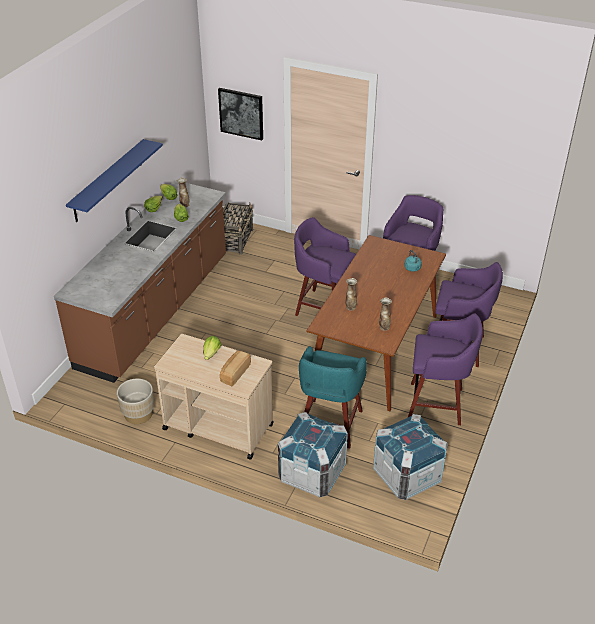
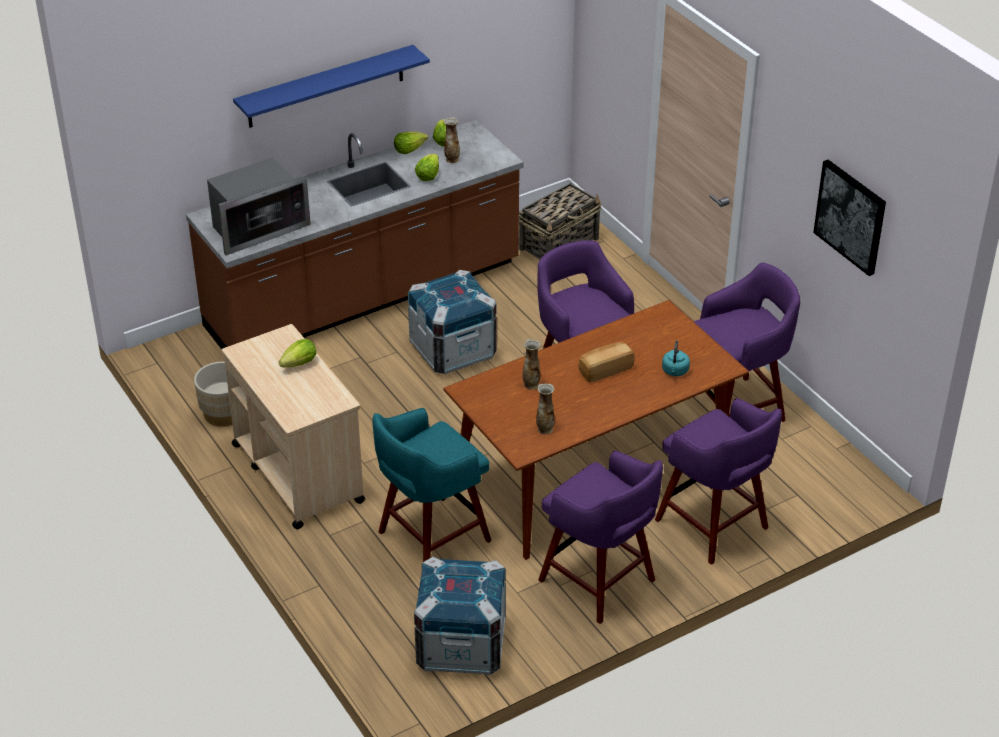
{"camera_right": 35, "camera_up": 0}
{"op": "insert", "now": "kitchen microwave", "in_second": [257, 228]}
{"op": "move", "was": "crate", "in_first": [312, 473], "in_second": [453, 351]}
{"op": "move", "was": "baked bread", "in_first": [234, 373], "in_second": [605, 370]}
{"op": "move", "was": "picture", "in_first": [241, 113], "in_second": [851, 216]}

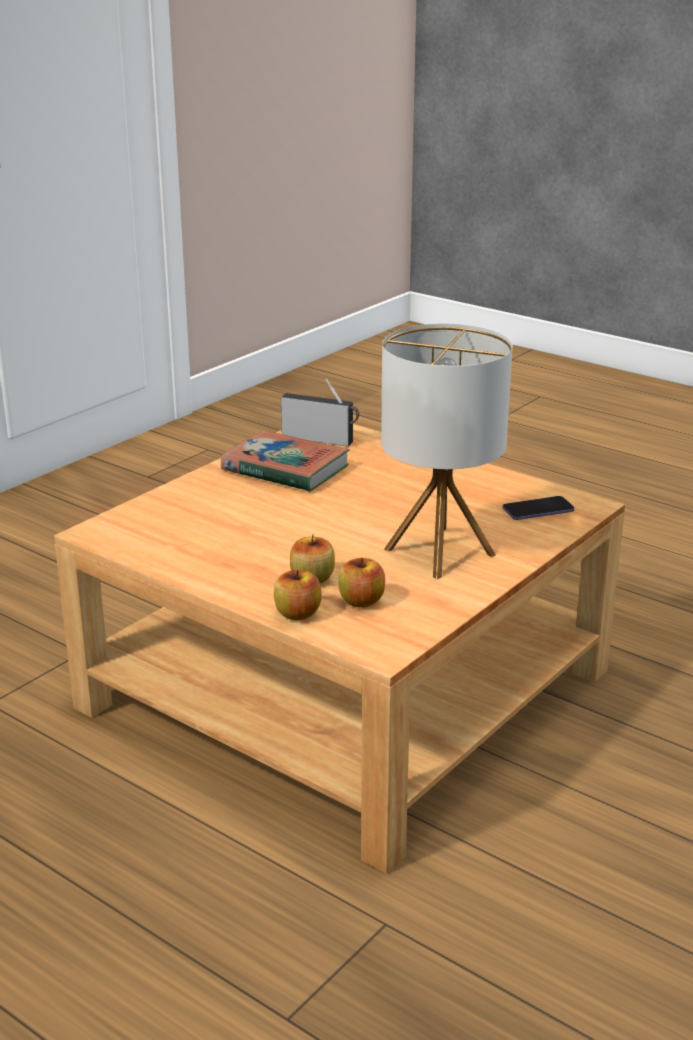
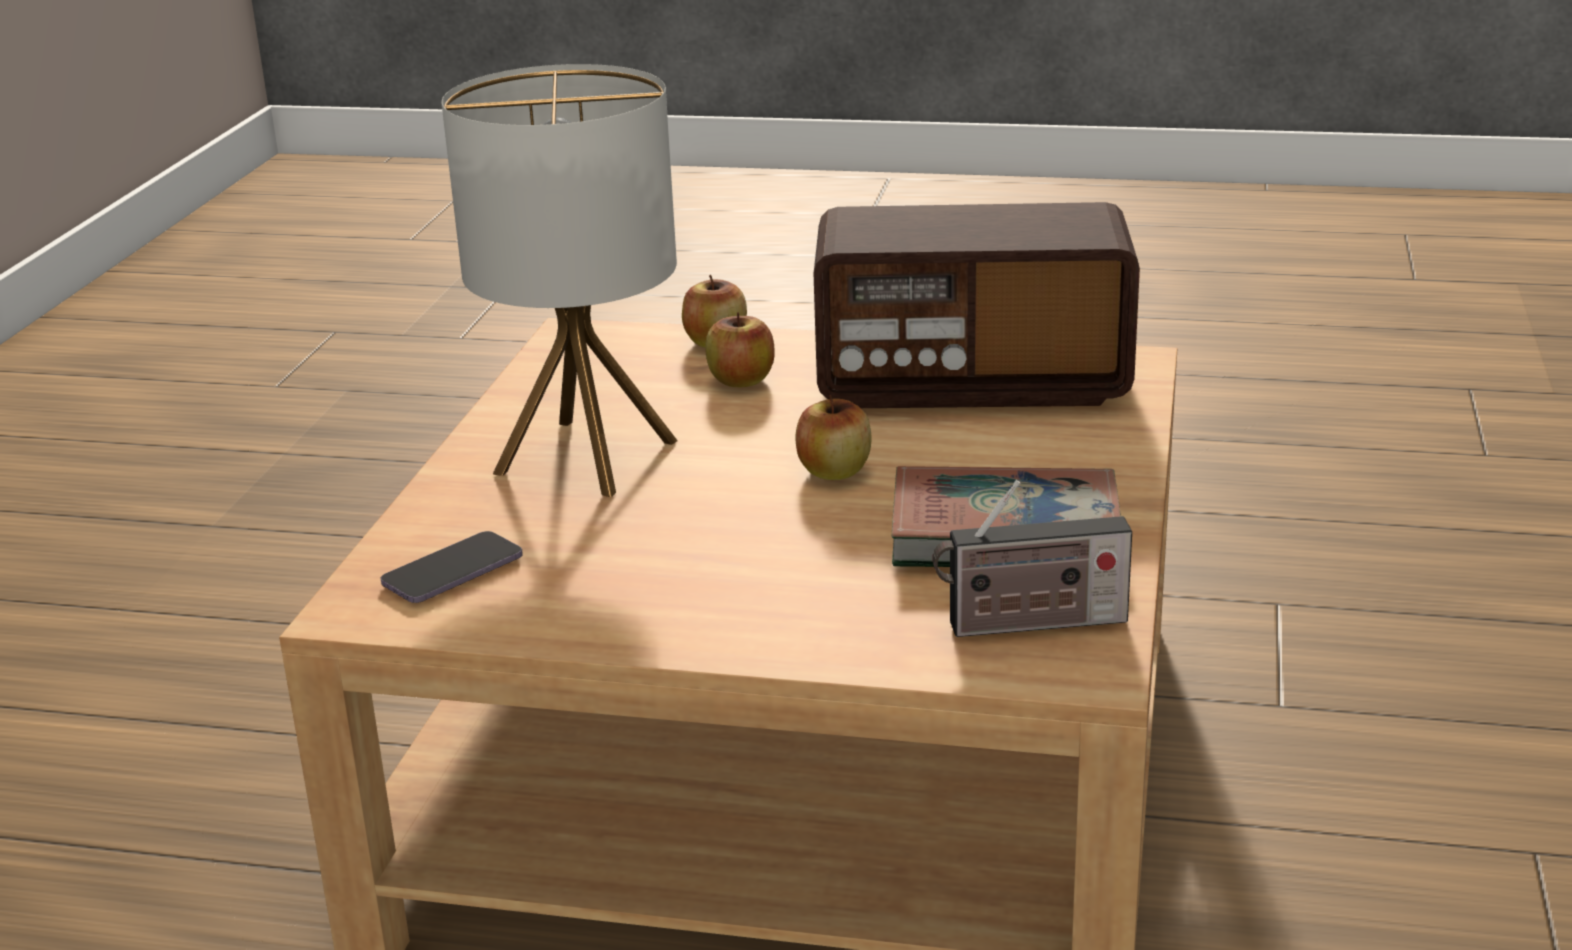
{"camera_right": 155, "camera_up": 0}
{"op": "move", "was": "apple", "in_first": [361, 601], "in_second": [834, 471]}
{"op": "insert", "now": "radio", "in_second": [972, 383]}

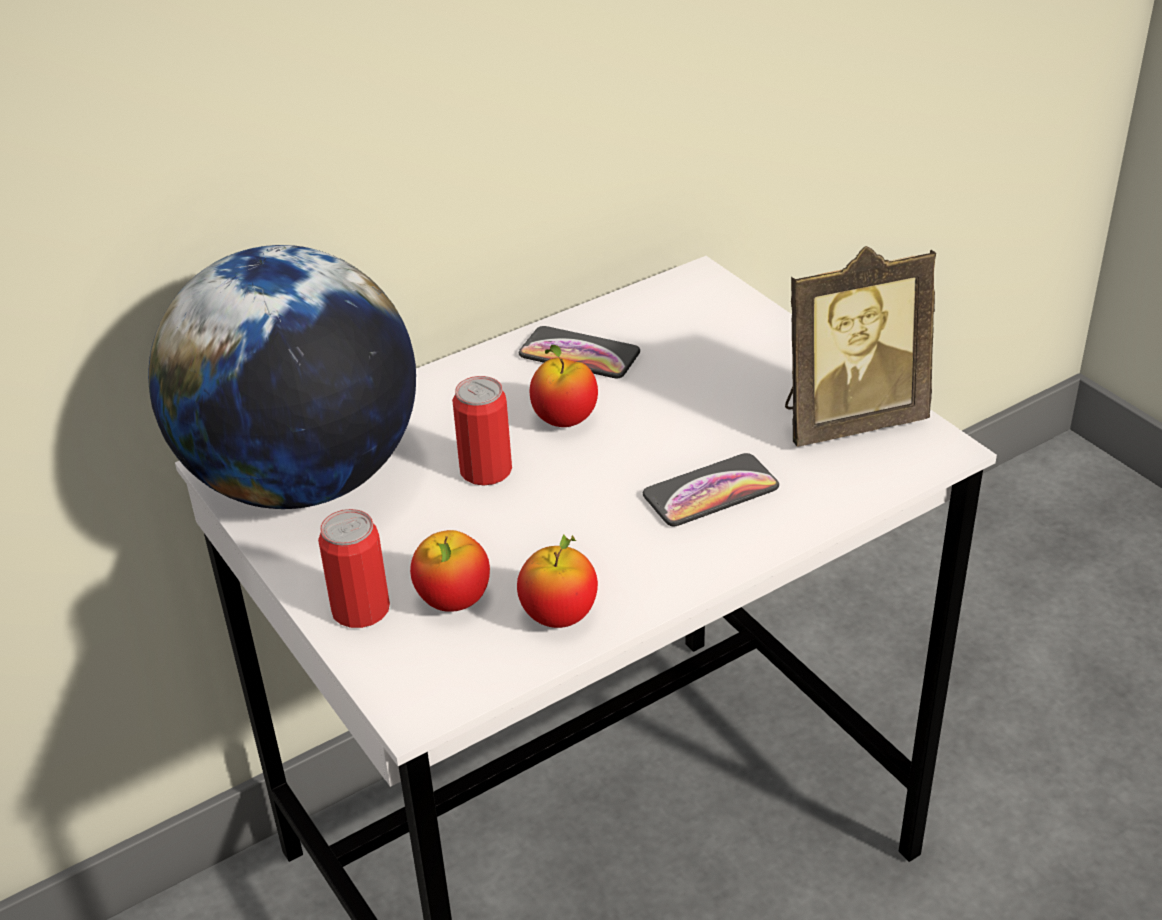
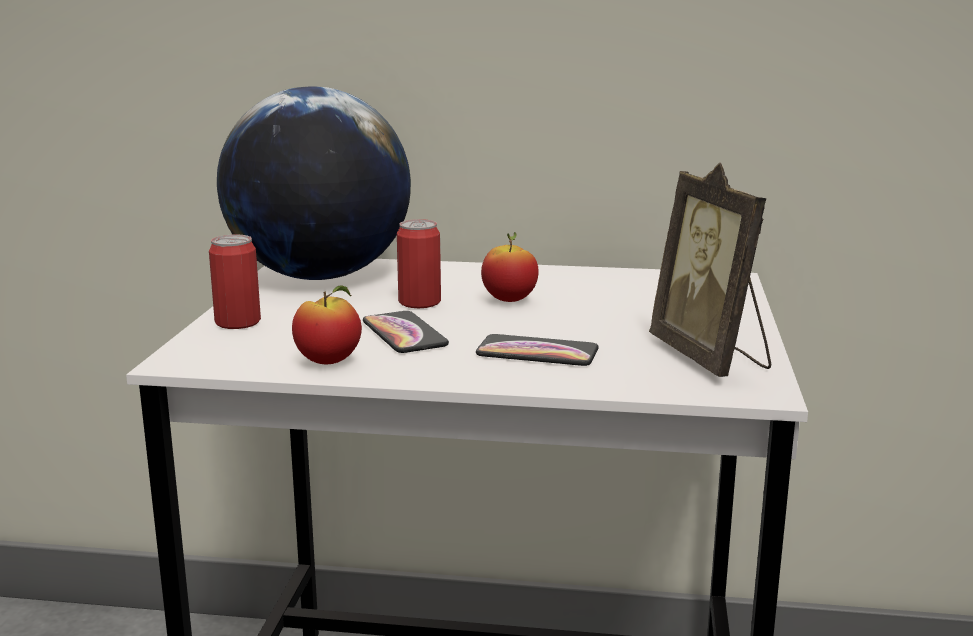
{"camera_right": 40, "camera_up": -20}
{"op": "move", "was": "handset", "in_first": [579, 354], "in_second": [404, 334]}
{"op": "rotate", "was": "standing frame", "in_first": [848, 419], "in_second": [711, 358], "clockwise": 45}
{"op": "delete", "was": "apple", "in_first": [453, 601]}

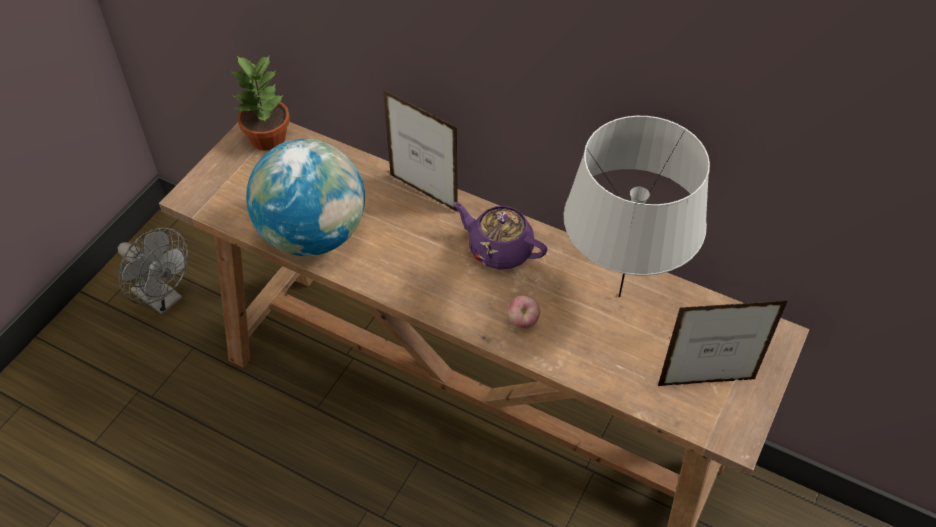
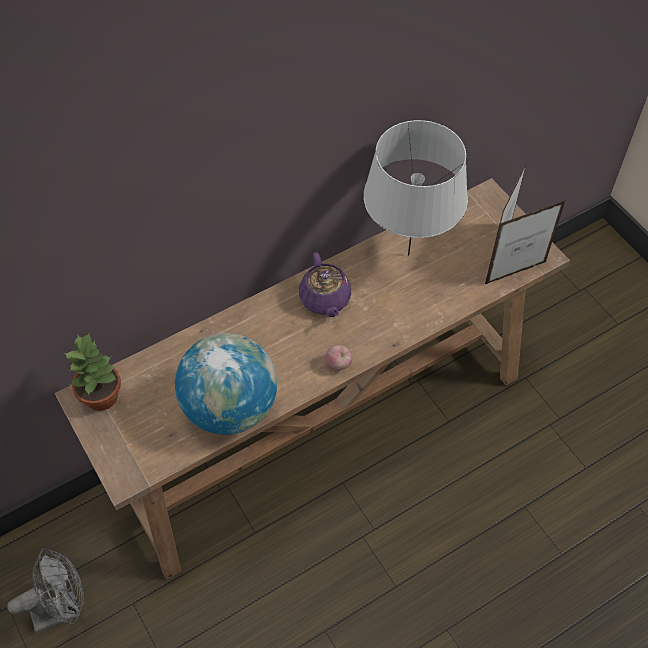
{"camera_right": -60, "camera_up": 5}
{"op": "rotate", "was": "purple teapot", "in_first": [499, 249], "in_second": [325, 299], "clockwise": -75}
{"op": "move", "was": "apple", "in_first": [522, 322], "in_second": [338, 364]}
{"op": "move", "was": "standing frame", "in_first": [423, 193], "in_second": [515, 273]}

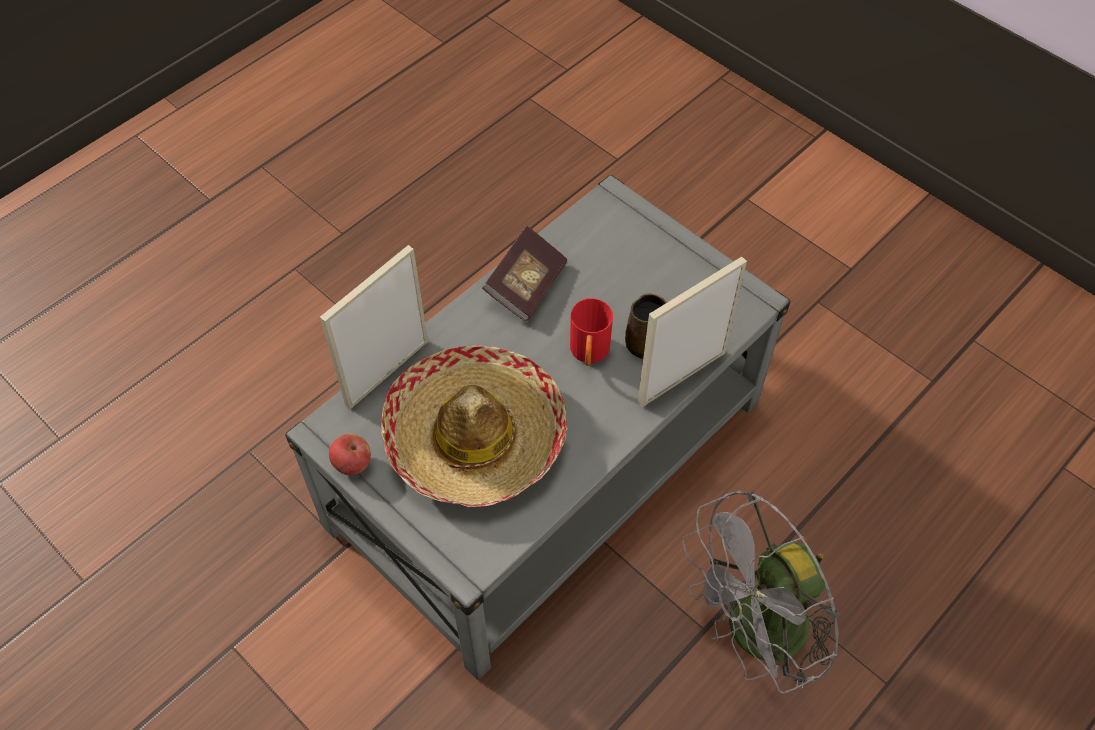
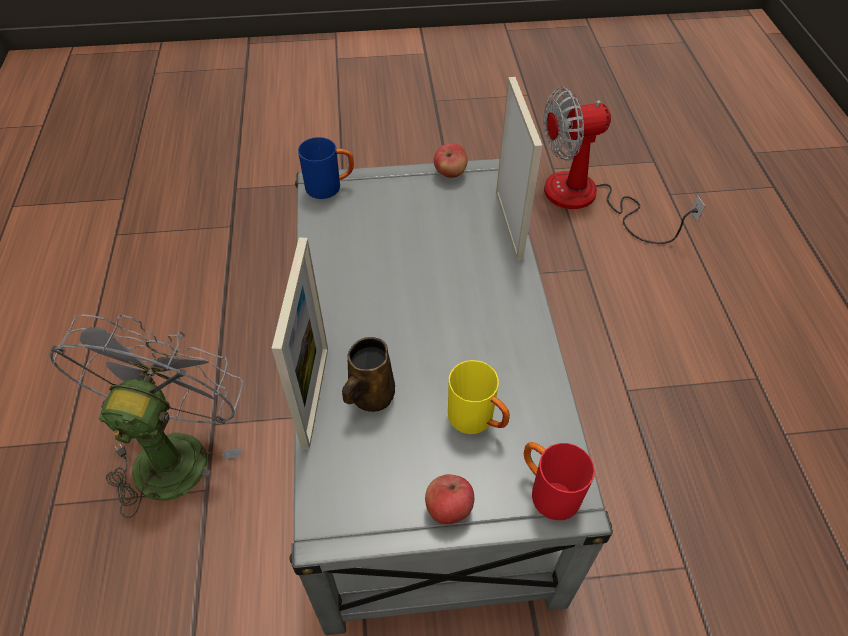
{"camera_right": 130, "camera_up": -5}
{"op": "insert", "now": "bluish tea mug", "in_second": [330, 187]}
{"op": "insert", "now": "apple", "in_second": [448, 508]}
{"op": "insert", "now": "yellow-coloured tea mug", "in_second": [478, 420]}
{"op": "move", "was": "red tea mug", "in_first": [589, 354], "in_second": [547, 490]}
{"op": "insert", "now": "electric fan", "in_second": [587, 200]}
{"op": "delete", "was": "wearable hat", "in_first": [475, 437]}
{"op": "delete", "was": "book", "in_first": [526, 285]}

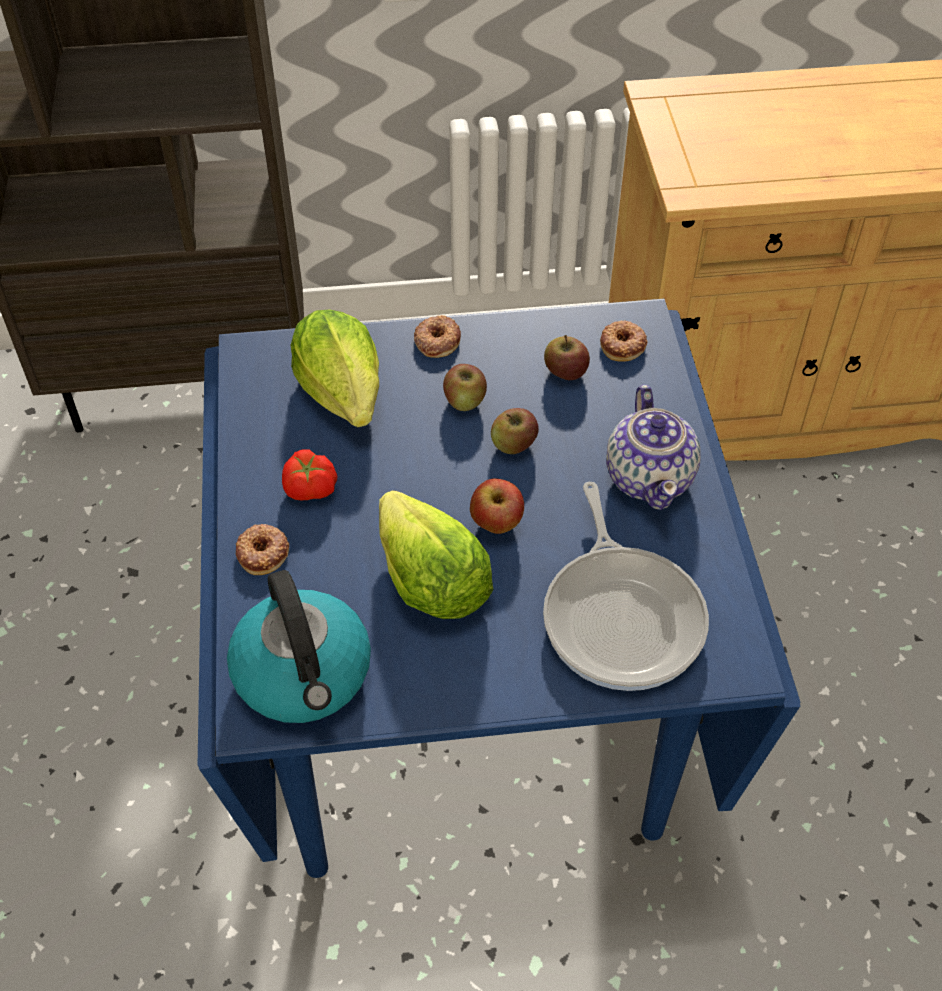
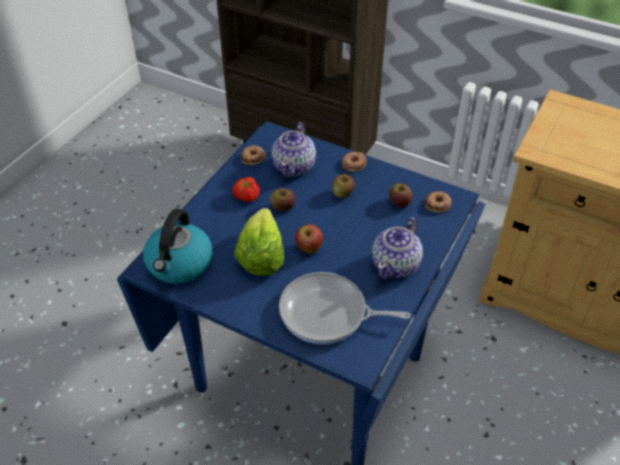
{"camera_right": 35, "camera_up": -5}
{"op": "move", "was": "doughnut", "in_first": [263, 552], "in_second": [253, 157]}
{"op": "move", "was": "apple", "in_first": [514, 445], "in_second": [283, 207]}
{"op": "replace", "was": "lettuce", "now": "teapot", "in_first": [343, 393], "in_second": [294, 166]}
{"op": "rotate", "was": "skillet", "in_first": [622, 616], "in_second": [328, 314], "clockwise": 75}

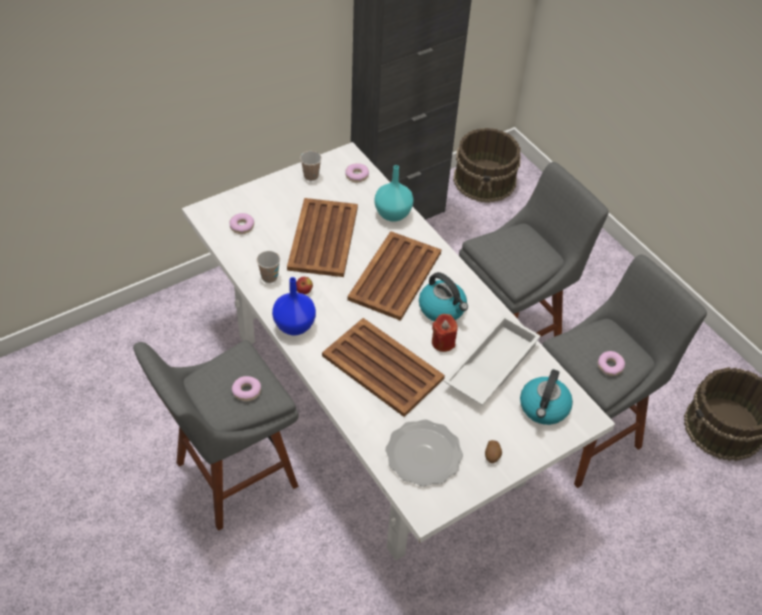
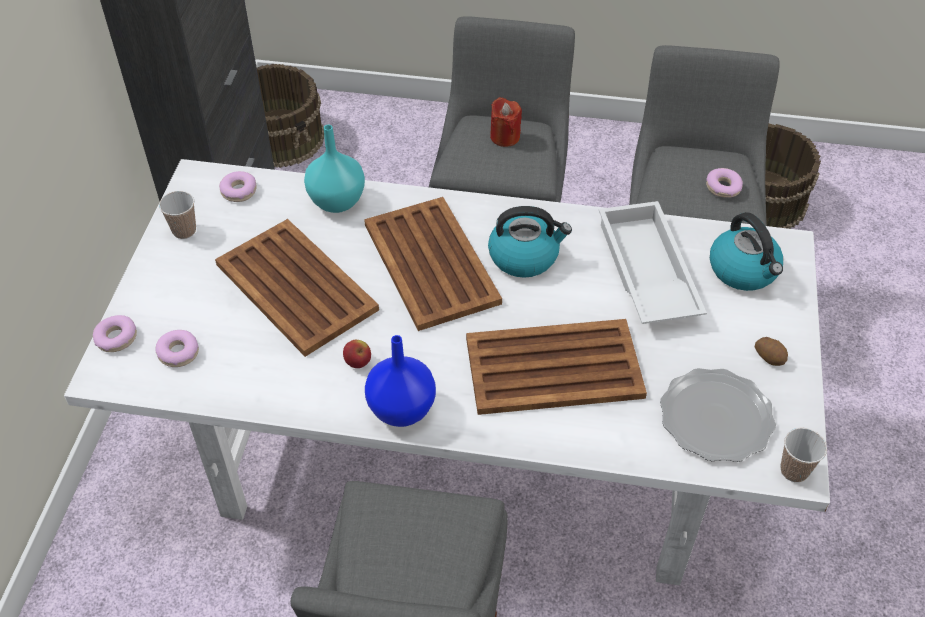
{"camera_right": -45, "camera_up": 0}
{"op": "move", "was": "doughnut", "in_first": [246, 391], "in_second": [116, 338]}
{"op": "move", "was": "red candle", "in_first": [443, 342], "in_second": [505, 137]}
{"op": "move", "was": "cup", "in_first": [269, 277], "in_second": [794, 470]}

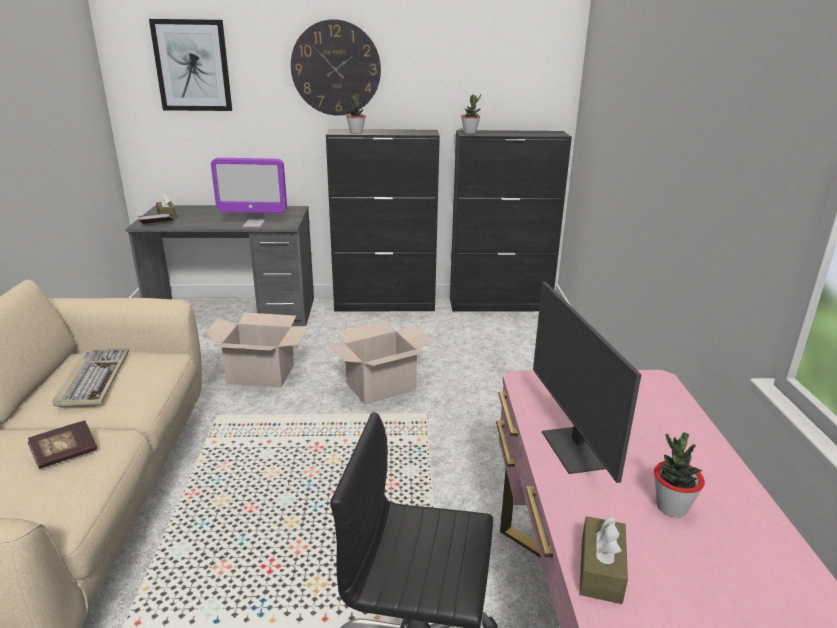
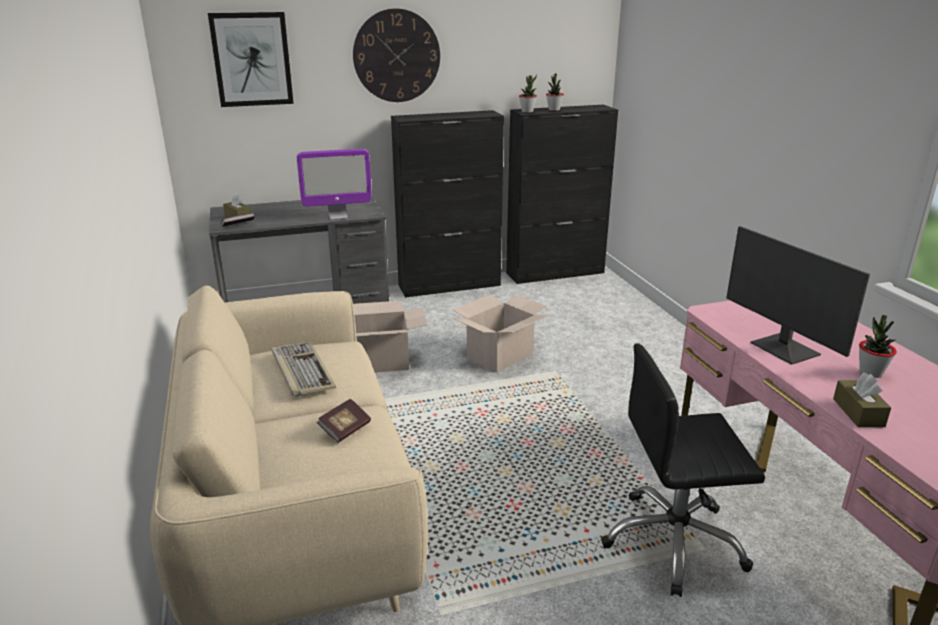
{"camera_right": -15, "camera_up": 0}
{"op": "move", "was": "plant in a pot", "in_first": [356, 132], "in_second": [554, 109]}

